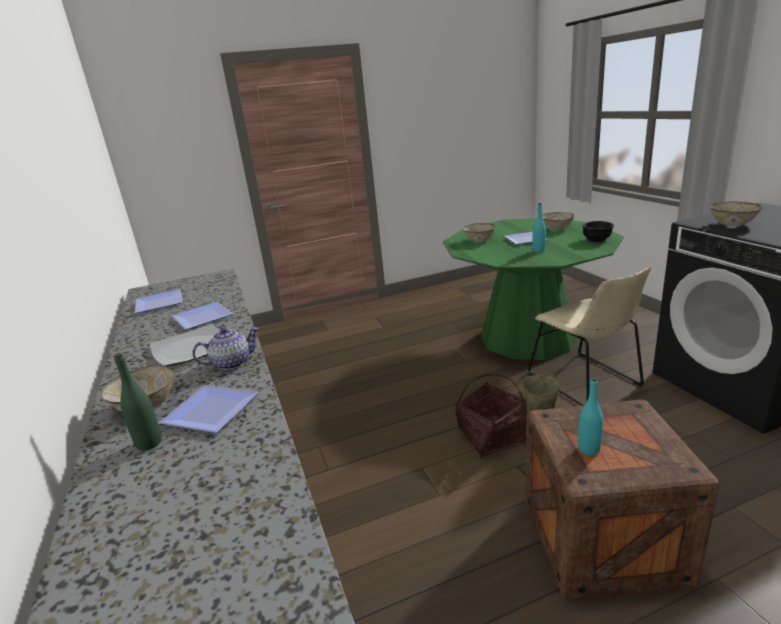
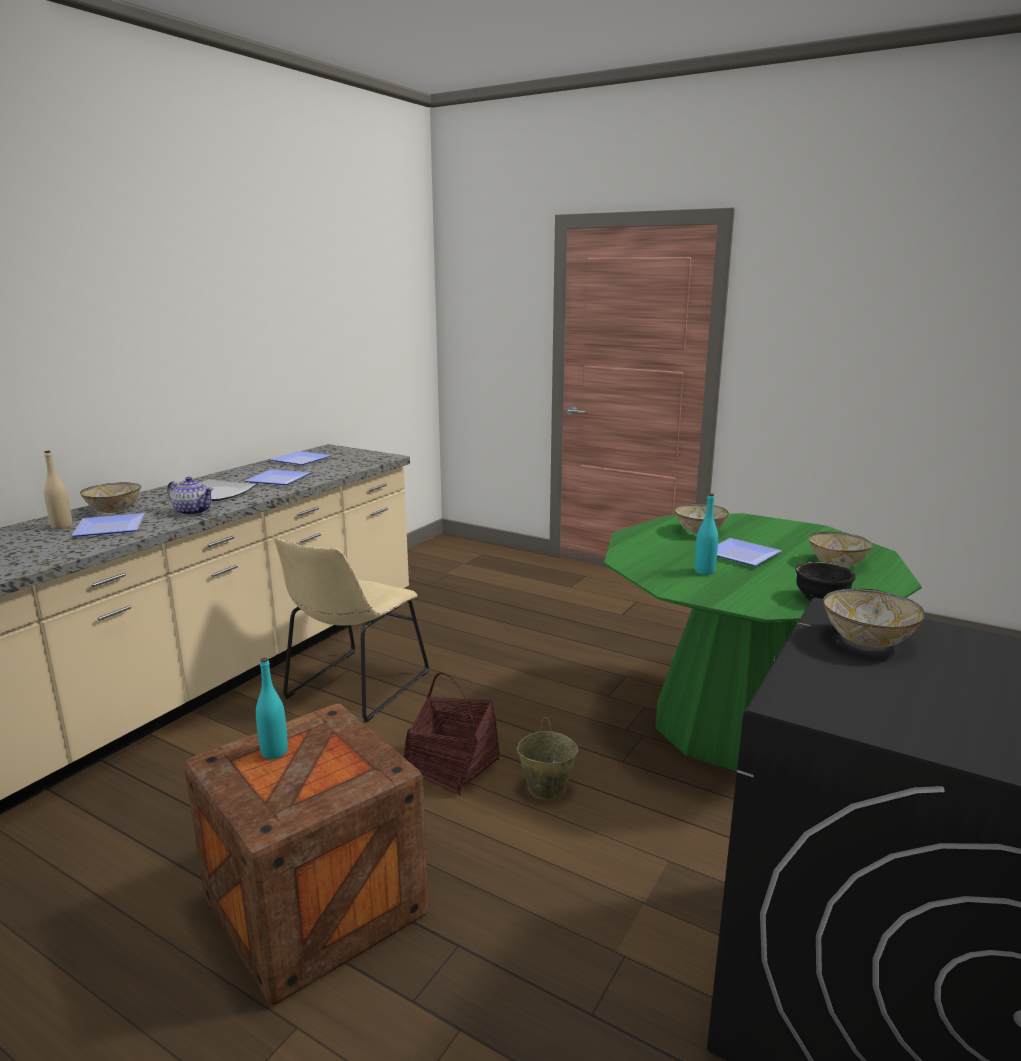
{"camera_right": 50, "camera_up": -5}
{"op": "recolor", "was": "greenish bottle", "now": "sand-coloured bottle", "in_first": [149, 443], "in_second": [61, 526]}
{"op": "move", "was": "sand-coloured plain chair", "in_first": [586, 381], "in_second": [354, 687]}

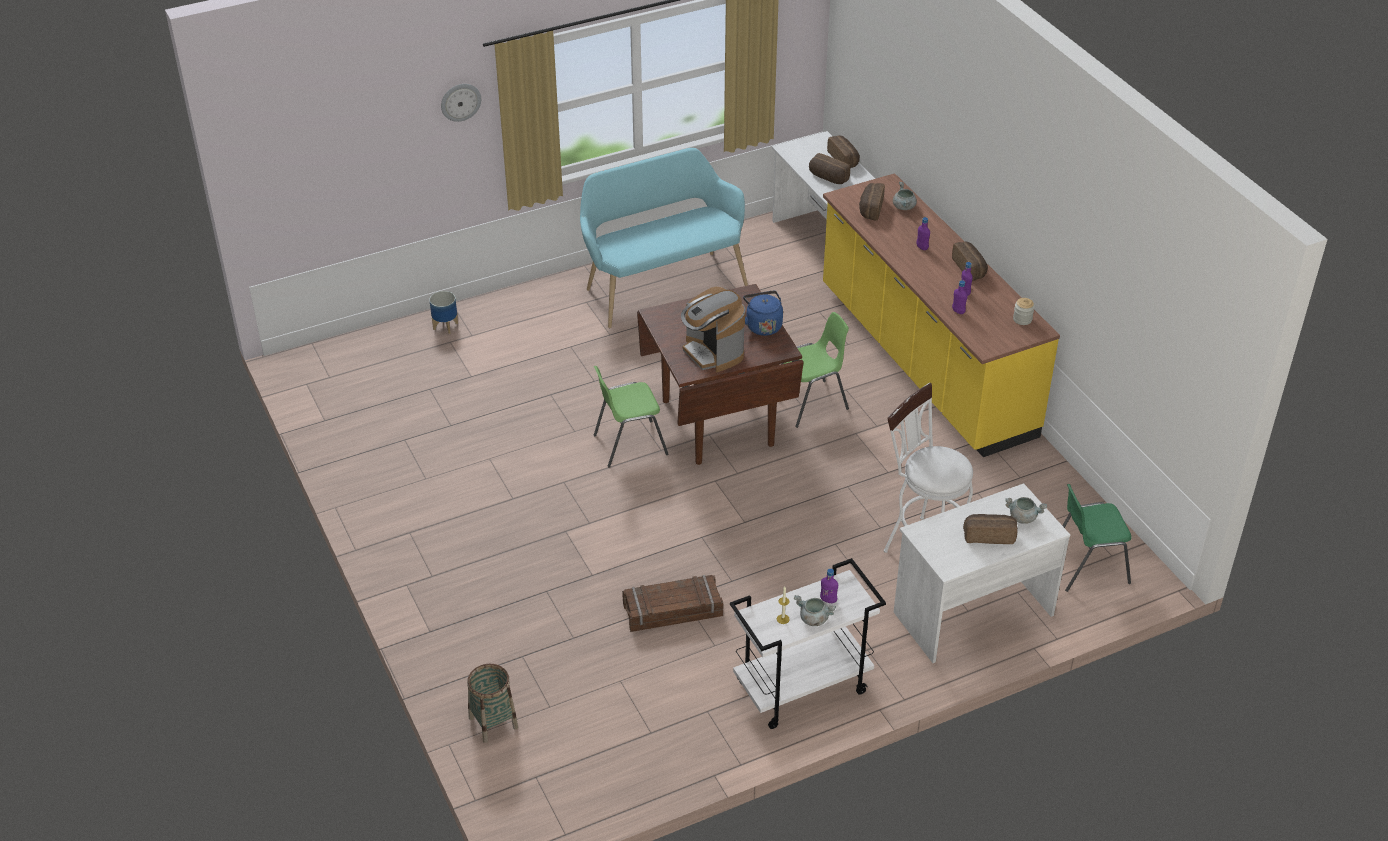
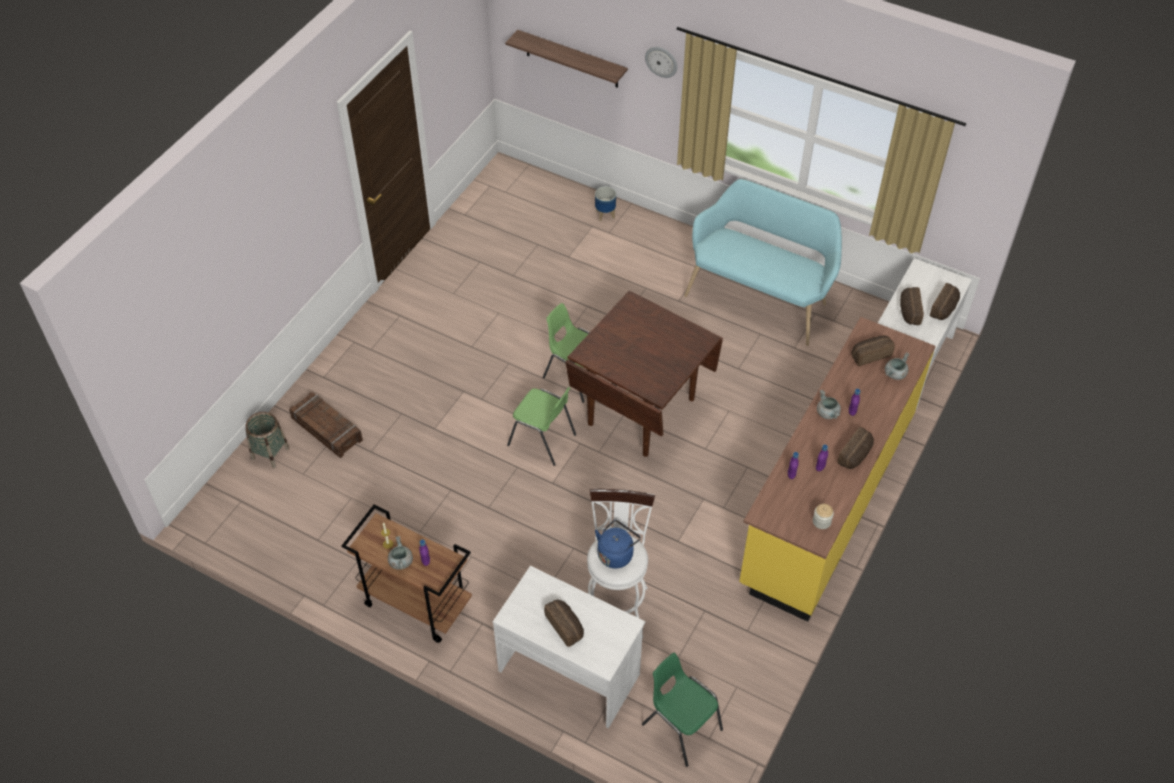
{"camera_right": 55, "camera_up": 10}
{"op": "move", "was": "crate", "in_first": [673, 611], "in_second": [326, 429]}
{"op": "recolor", "was": "white-coloured wheeled cart", "now": "brownish wheeled cart", "in_first": [801, 689], "in_second": [415, 603]}
{"op": "insert", "now": "shelf", "in_second": [572, 59]}
{"op": "move", "was": "greenish plain chair", "in_first": [811, 403], "in_second": [542, 440]}
{"op": "move", "was": "bluish tea kettle", "in_first": [762, 325], "in_second": [616, 553]}
{"op": "move", "was": "gray cooking pot", "in_first": [1023, 517], "in_second": [828, 413]}
{"op": "delete", "was": "coffee machine", "in_first": [713, 352]}

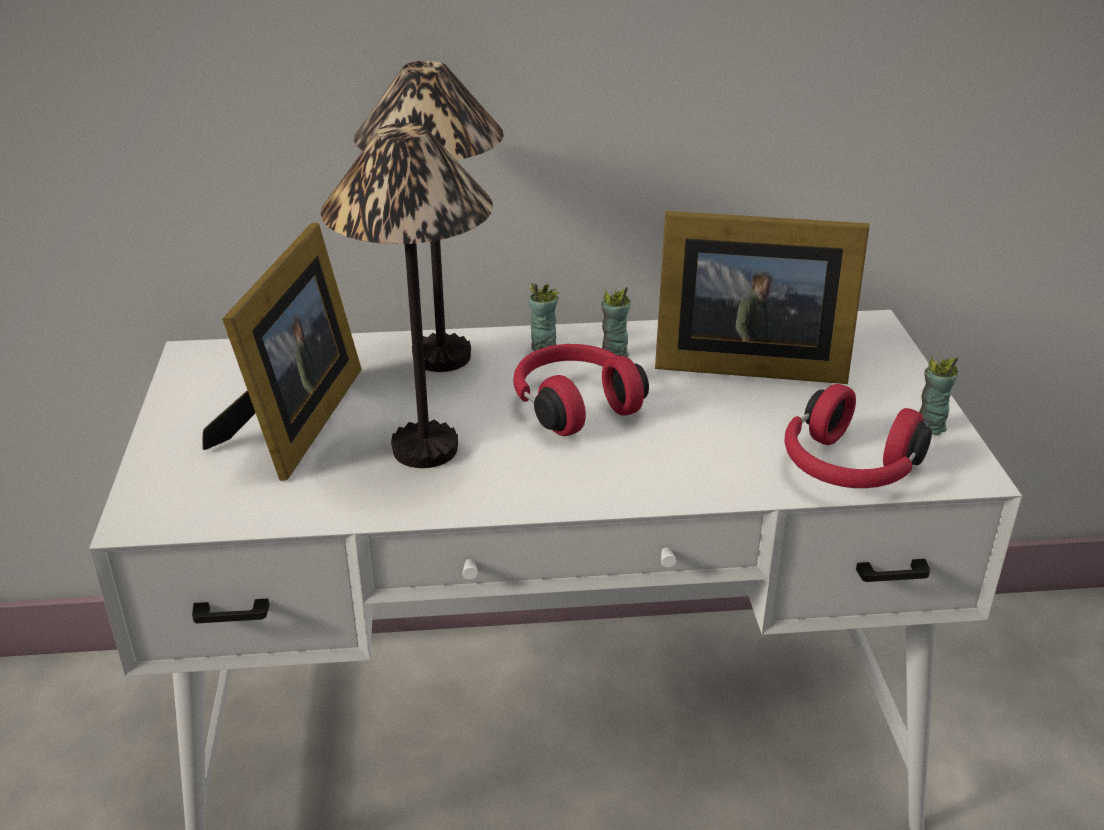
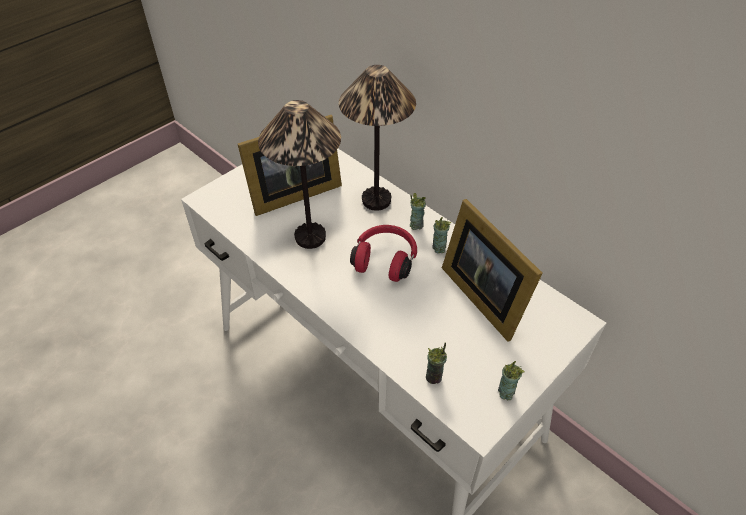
{"camera_right": 50, "camera_up": 15}
{"op": "replace", "was": "red headset", "now": "cup", "in_first": [847, 469], "in_second": [434, 377]}

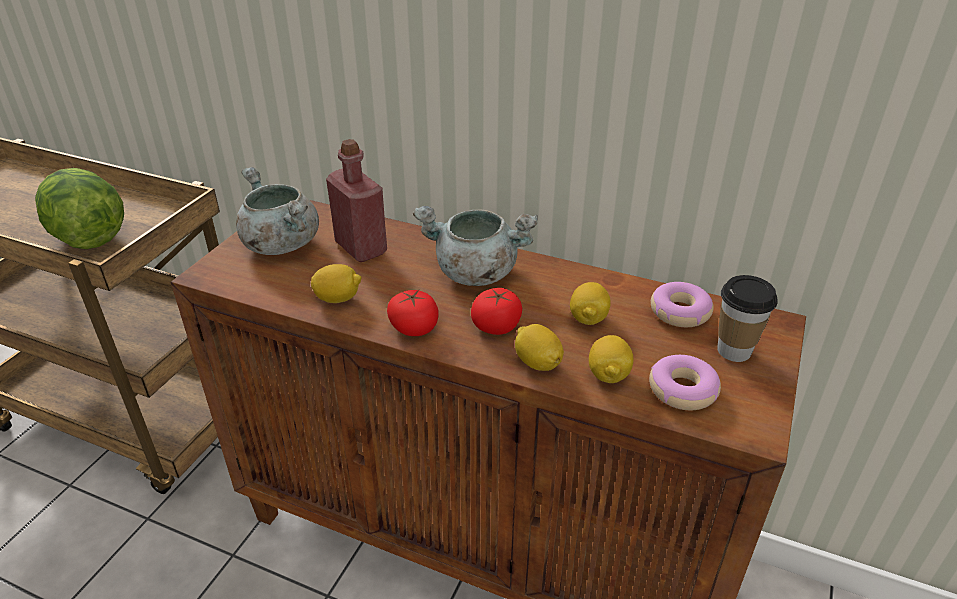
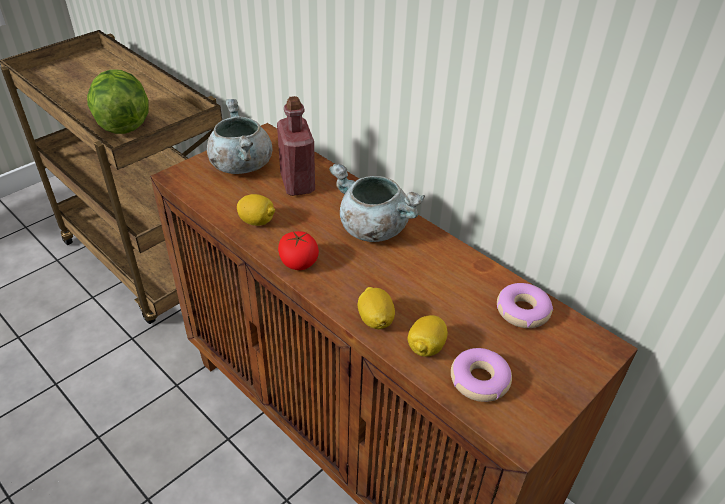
{"camera_right": 20, "camera_up": 5}
{"op": "delete", "was": "fresh tomato", "in_first": [496, 325]}
{"op": "delete", "was": "whole lemon", "in_first": [588, 318]}
{"op": "delete", "was": "cup", "in_first": [734, 350]}

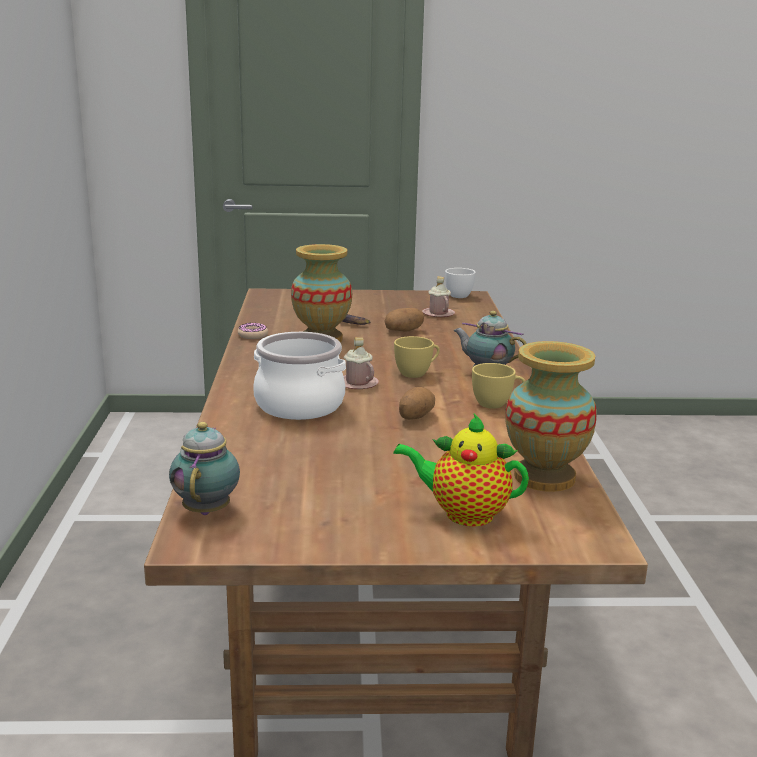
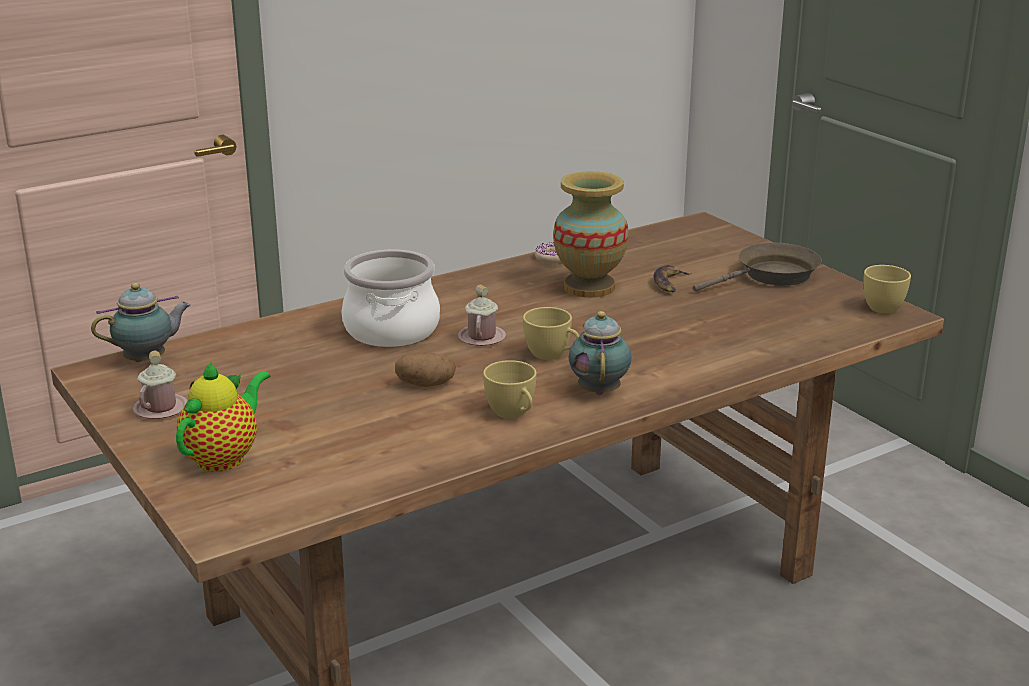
{"camera_right": 60, "camera_up": 5}
{"op": "move", "was": "pink tea mug", "in_first": [438, 314], "in_second": [161, 408]}
{"op": "rotate", "was": "teapot", "in_first": [463, 514], "in_second": [224, 457], "clockwise": 45}
{"op": "insert", "now": "brownish skillet", "in_second": [772, 275]}
{"op": "recolor", "was": "white-coloured cup", "now": "yellow-coloured cup", "in_first": [457, 295], "in_second": [885, 307]}
{"op": "delete", "was": "spud", "in_first": [403, 331]}
{"op": "delete", "was": "decorative vase", "in_first": [544, 477]}

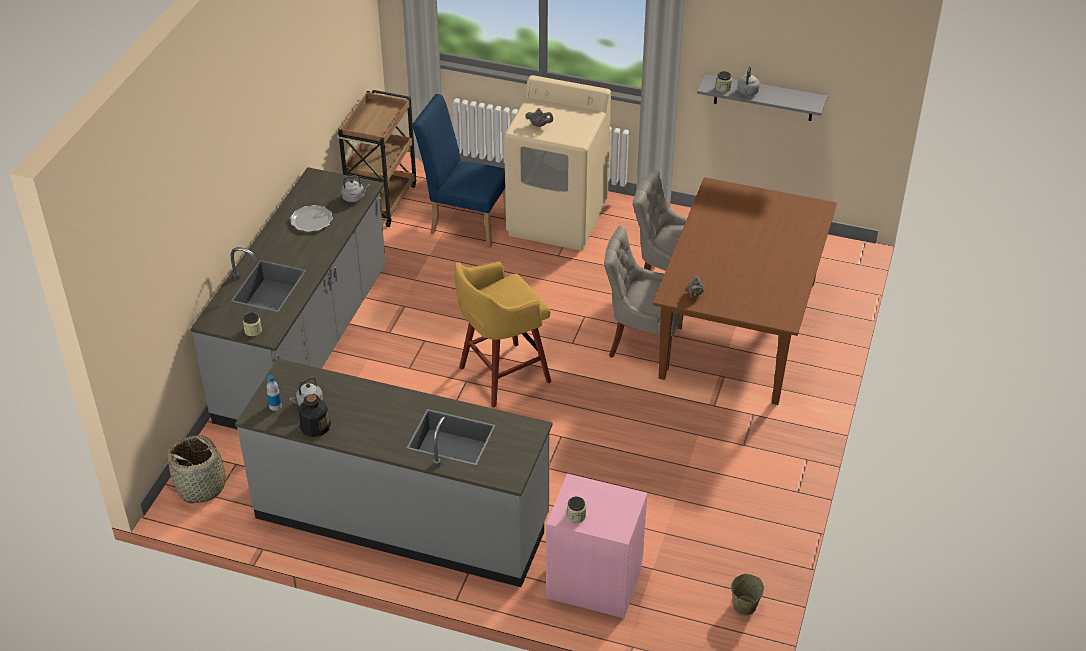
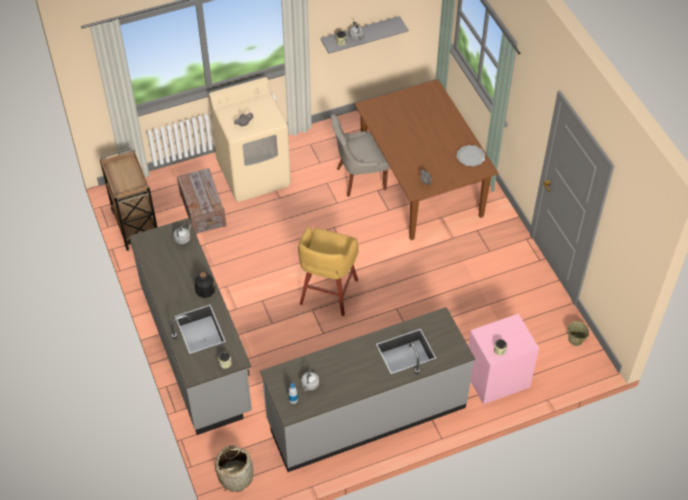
{"camera_right": -40, "camera_up": 10}
{"op": "replace", "was": "bluish plain chair", "now": "crate", "in_first": [464, 223], "in_second": [202, 209]}
{"op": "move", "was": "bottle", "in_first": [315, 426], "in_second": [205, 290]}
{"op": "move", "was": "flat dish", "in_first": [312, 220], "in_second": [470, 157]}
{"op": "delete", "was": "gray plain chair", "in_first": [643, 342]}

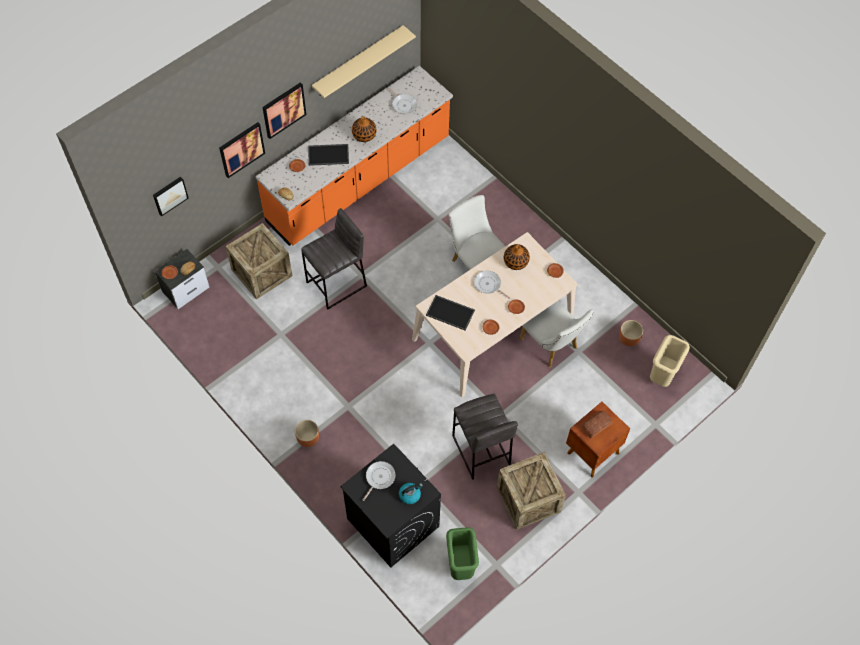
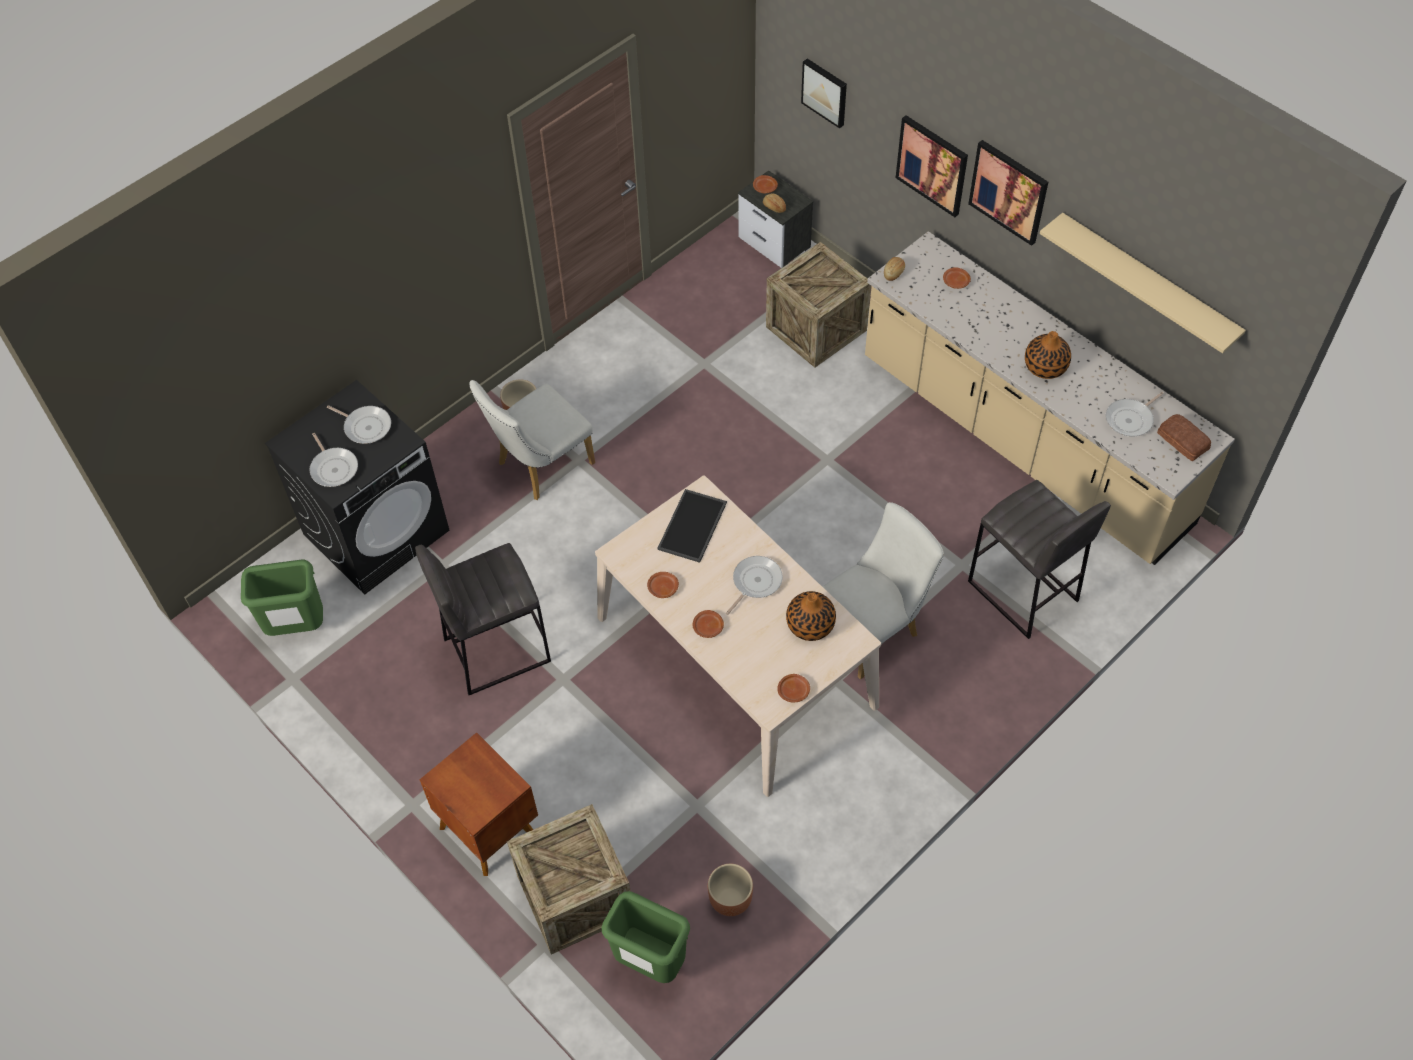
{"camera_right": 90, "camera_up": -5}
{"op": "replace", "was": "tea kettle", "now": "skillet", "in_first": [410, 494], "in_second": [333, 468]}
{"op": "move", "was": "white-coloured plain chair", "in_first": [552, 346], "in_second": [540, 466]}
{"op": "move", "was": "crate", "in_first": [528, 499], "in_second": [575, 896]}
{"op": "recolor", "was": "sand-coloured rubbish bin", "now": "greenish rubbish bin", "in_first": [662, 376], "in_second": [649, 962]}
{"op": "recolor", "was": "orange kitchen counter", "now": "sand-coloured kitchen counter", "in_first": [359, 181], "in_second": [1023, 442]}
{"op": "move", "was": "gray stool", "in_first": [337, 284], "in_second": [1022, 592]}
{"op": "move", "was": "baked bread", "in_first": [597, 425], "in_second": [1182, 442]}
{"op": "delete", "was": "carrying tray", "in_first": [329, 154]}

